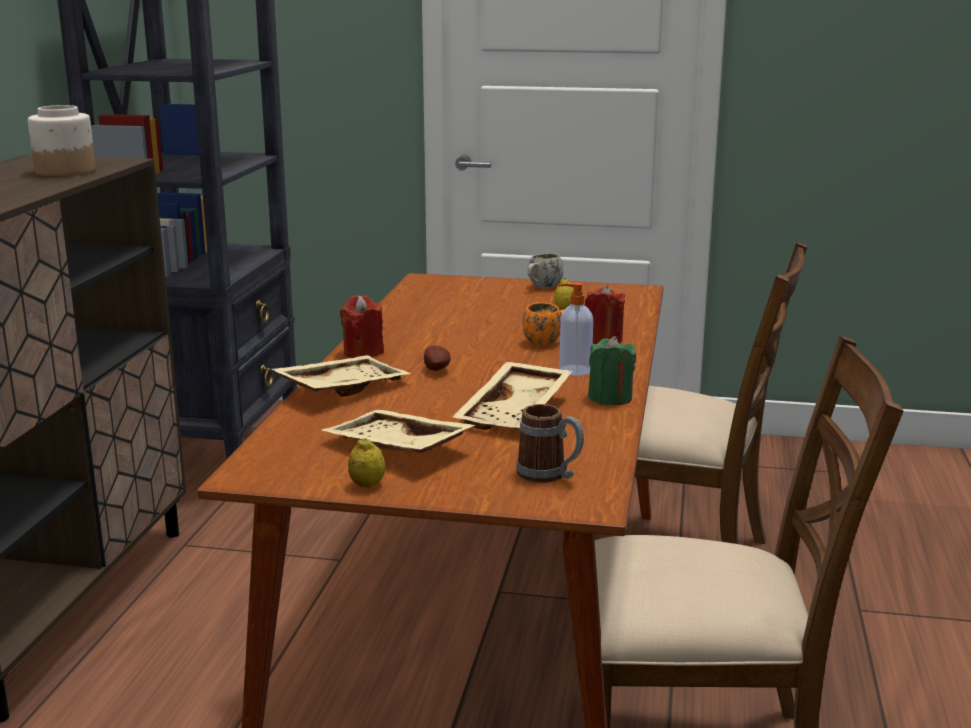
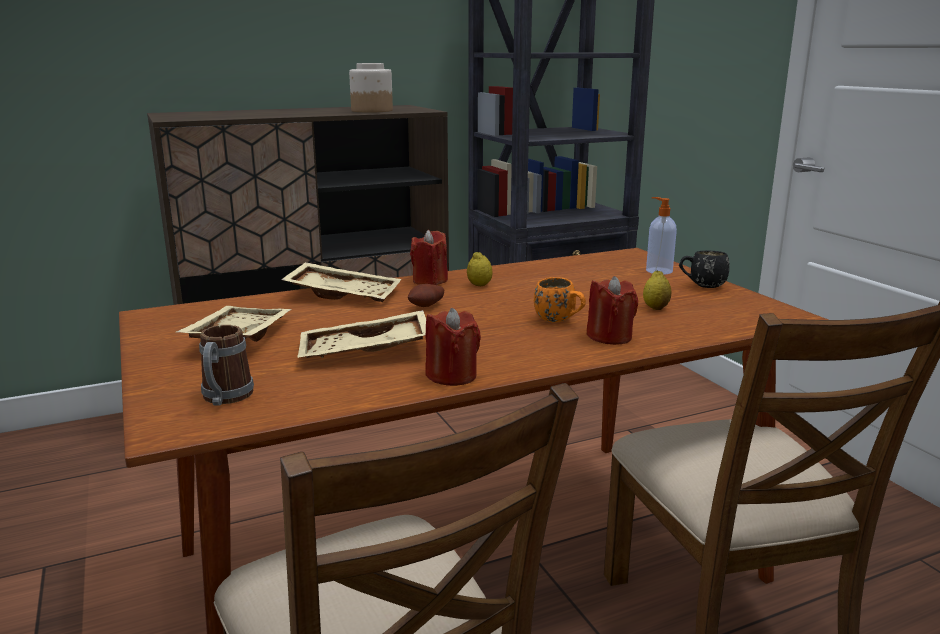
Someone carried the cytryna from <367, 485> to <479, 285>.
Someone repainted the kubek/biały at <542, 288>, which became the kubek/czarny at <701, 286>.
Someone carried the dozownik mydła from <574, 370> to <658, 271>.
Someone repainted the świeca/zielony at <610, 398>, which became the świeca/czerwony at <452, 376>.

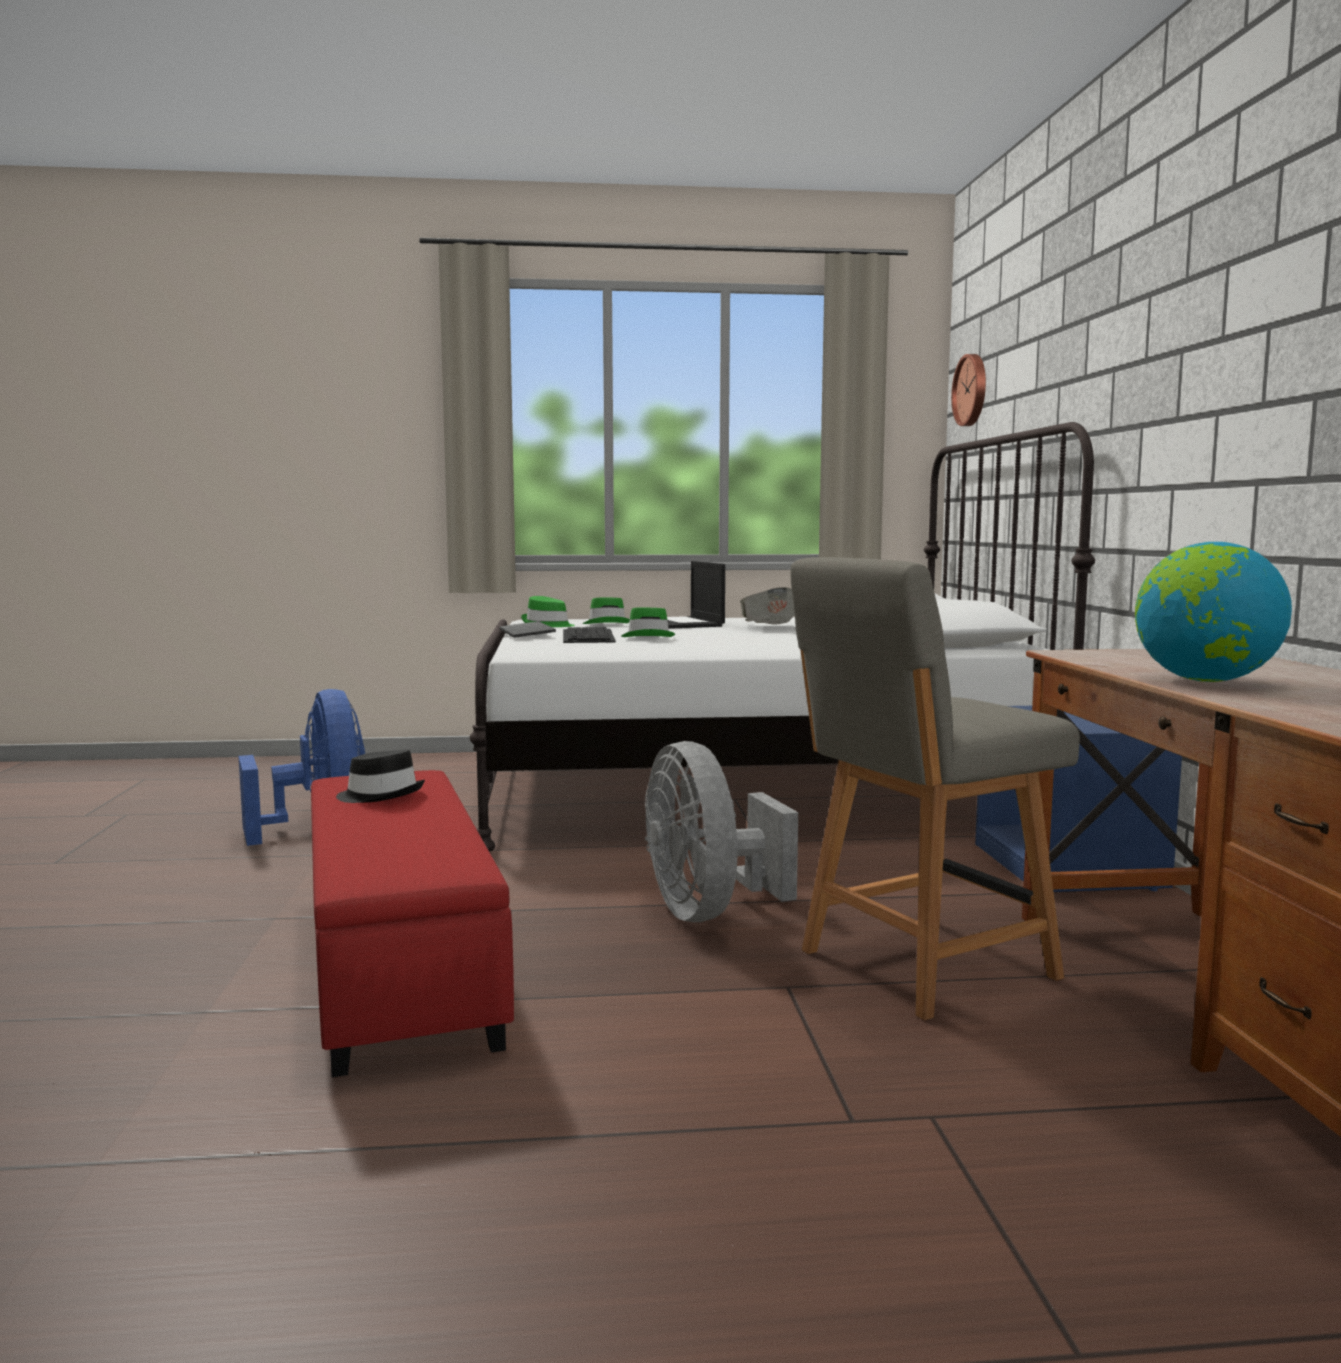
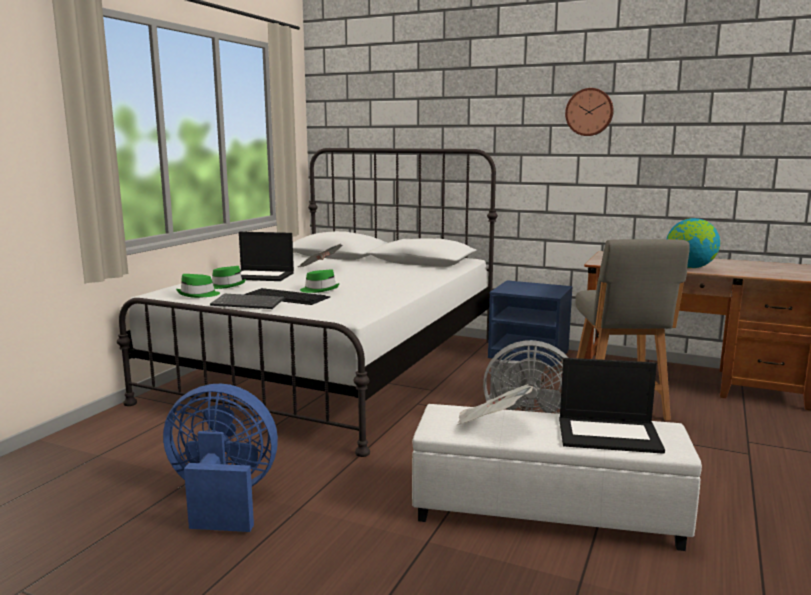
Someone repainted the pufa/czerwony at <402, 966>, which became the pufa/biały at <546, 511>.
Someone swapped the kapelusz/czarny at <381, 795> for the gazeta at <491, 424>.
Someone carried the zegar ścienny from <972, 390> to <589, 112>.
Someone put down the laptop at <609, 434>.

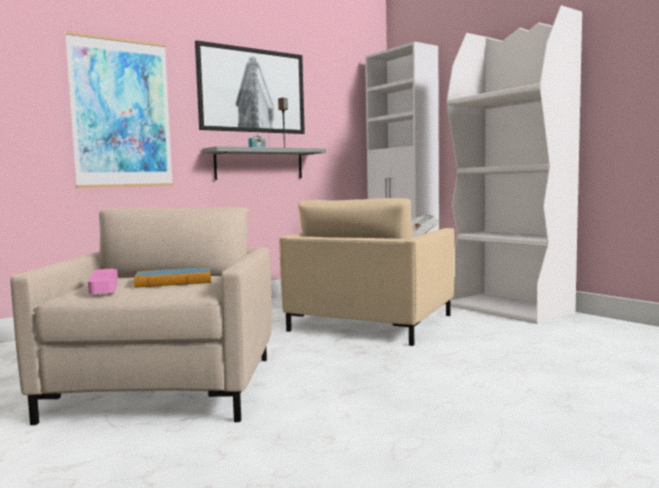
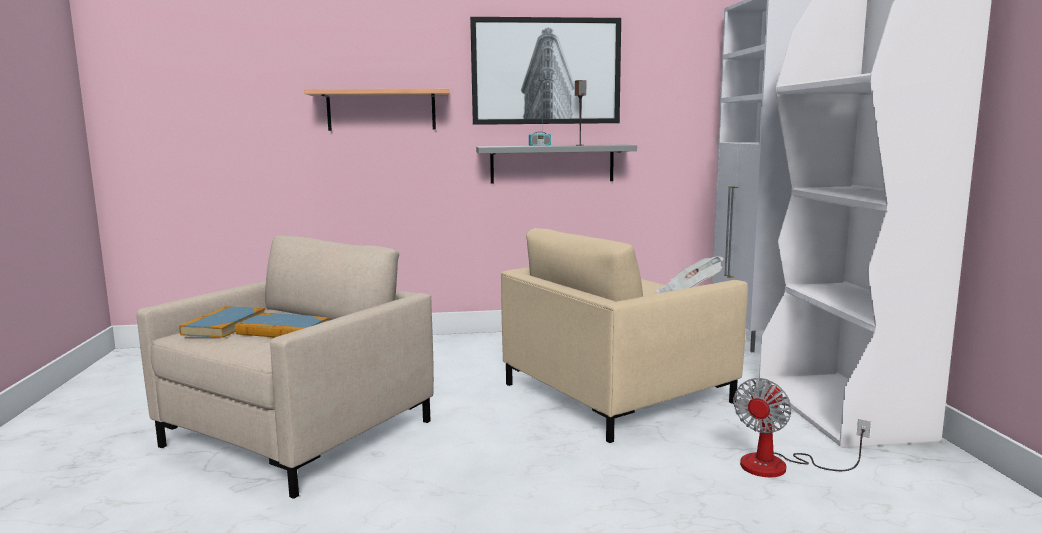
Someone swapped the obraz at <121, 113> for the półka at <381, 110>.
Someone swapped the taca/różowy at <104, 286> for the książka at <224, 325>.
Someone put down the wentylator at <780, 466>.

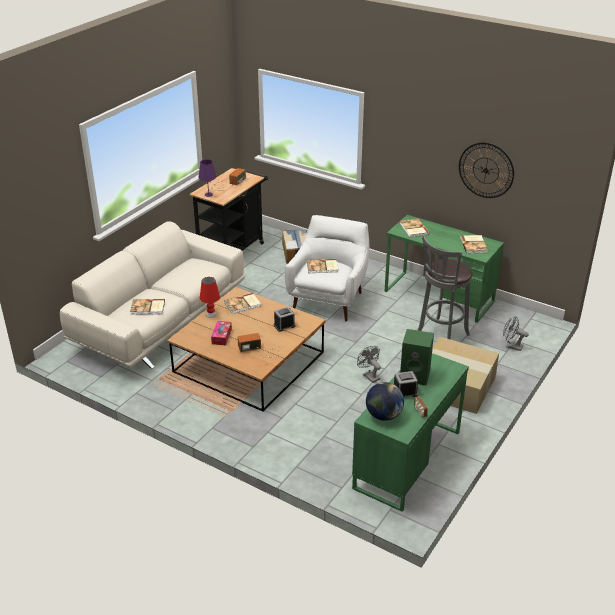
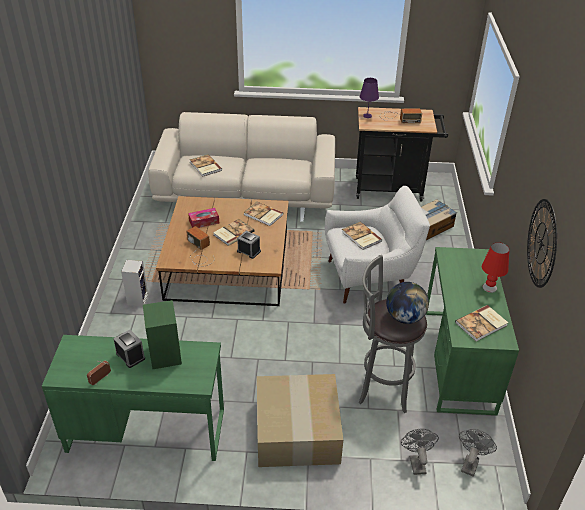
Someone carried the lampa stołowa/czerwony from <211, 314> to <489, 287>.
Someone carried the wentylator/szary from <369, 376> to <470, 463>.
Someone carried the globus from <383, 415> to <404, 317>.
Someone carried the książka from <413, 229> to <233, 233>.
Someone put down the głośnik at <137, 298>.

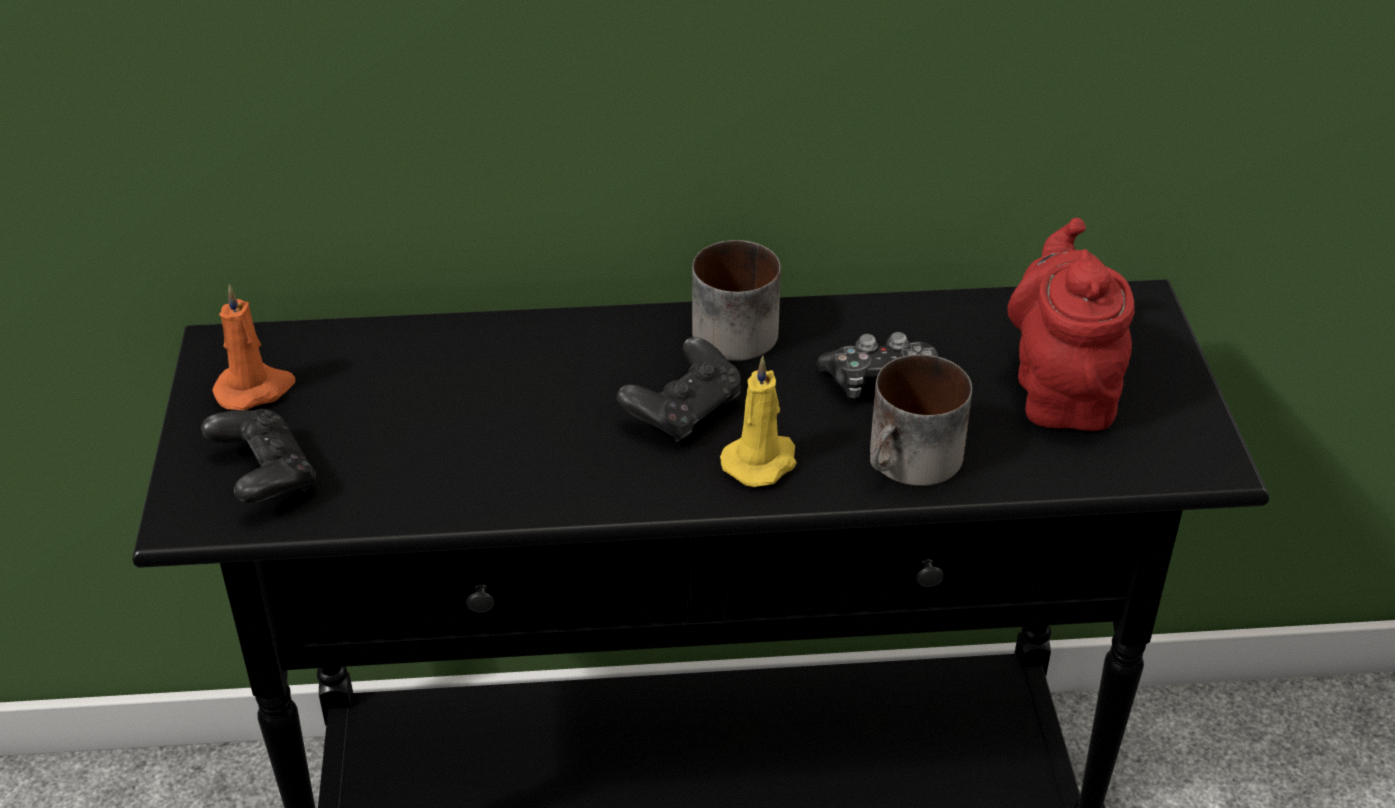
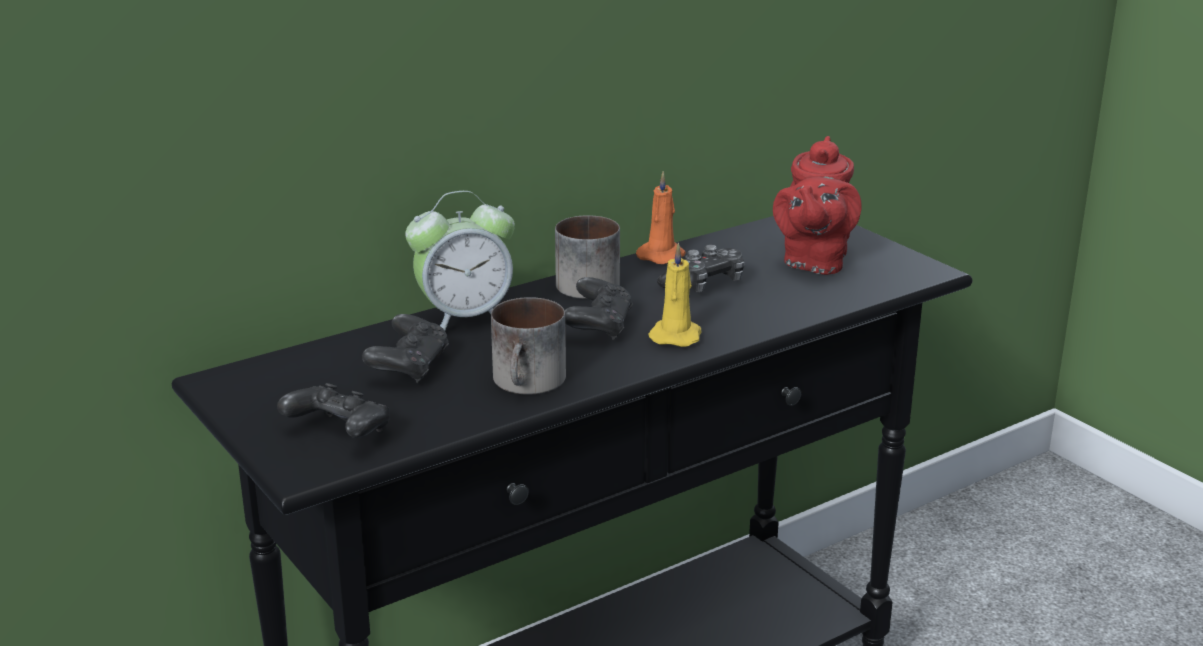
Someone carried the świeca/pomarańczowy from <255, 389> to <662, 255>.
Someone carried the kubek from <911, 463> to <530, 383>.
Someone rotated the imbryk/czerwony at <1062, 391> by 135 degrees counterclockwise.
Someone put down the pad do gier/czarny at <409, 367>.
Someone put down the budzik at <465, 319>.

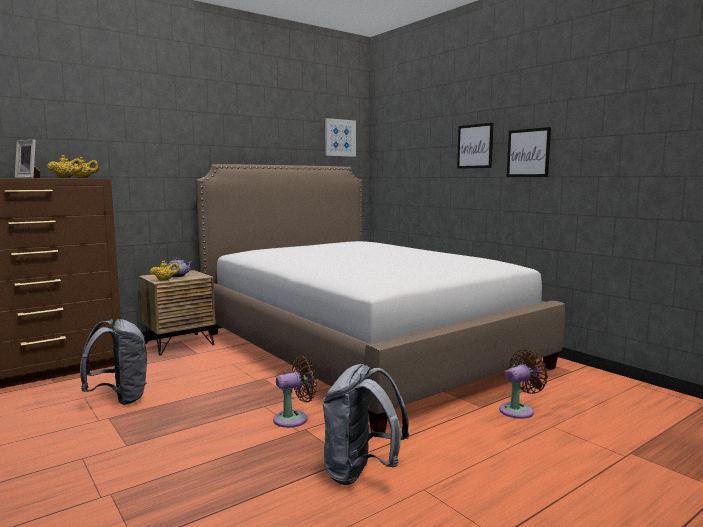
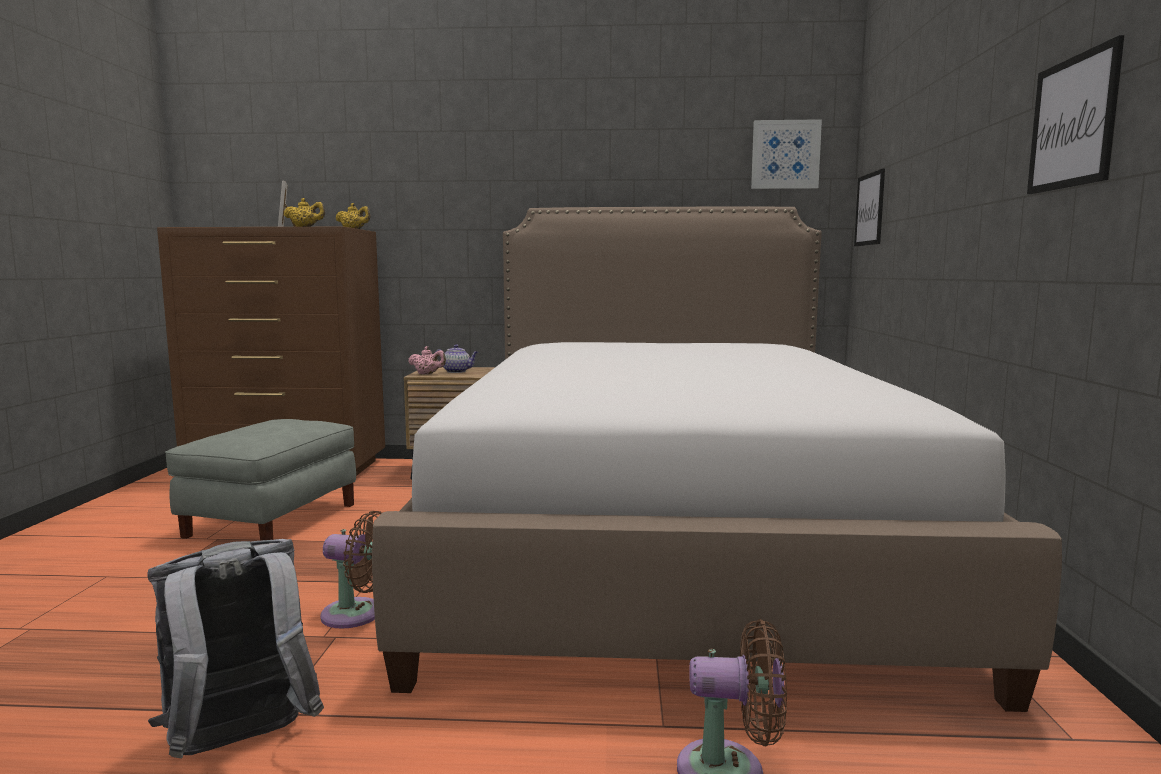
Someone swapped the plecak/szary at <120, 399> for the pufa/szary at <272, 520>.
Someone repainted the imbryk/żółty at <165, 280>, which became the imbryk/różowy at <427, 374>.
Someone carried the obraz from <475, 146> to <870, 209>.

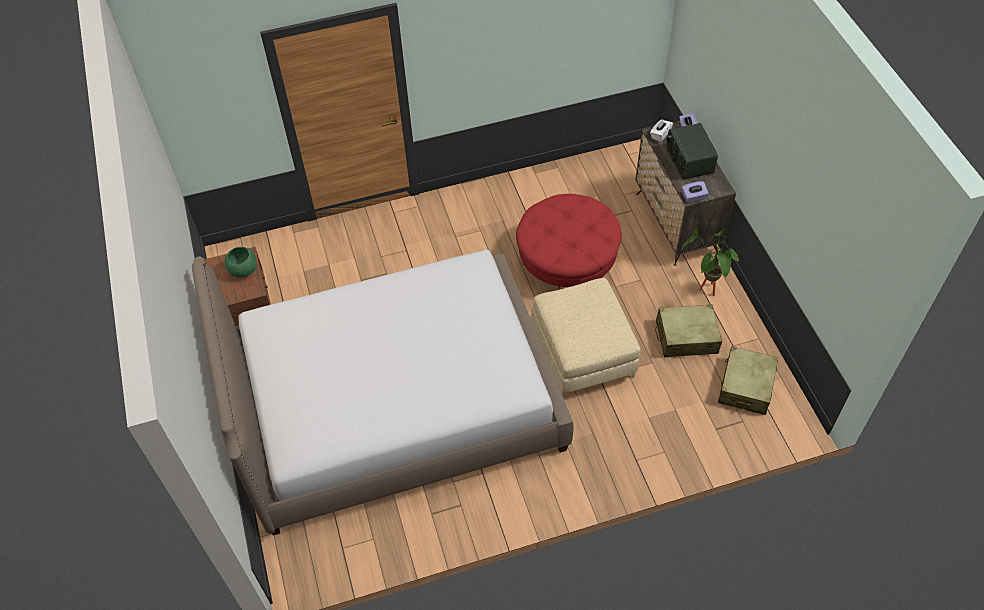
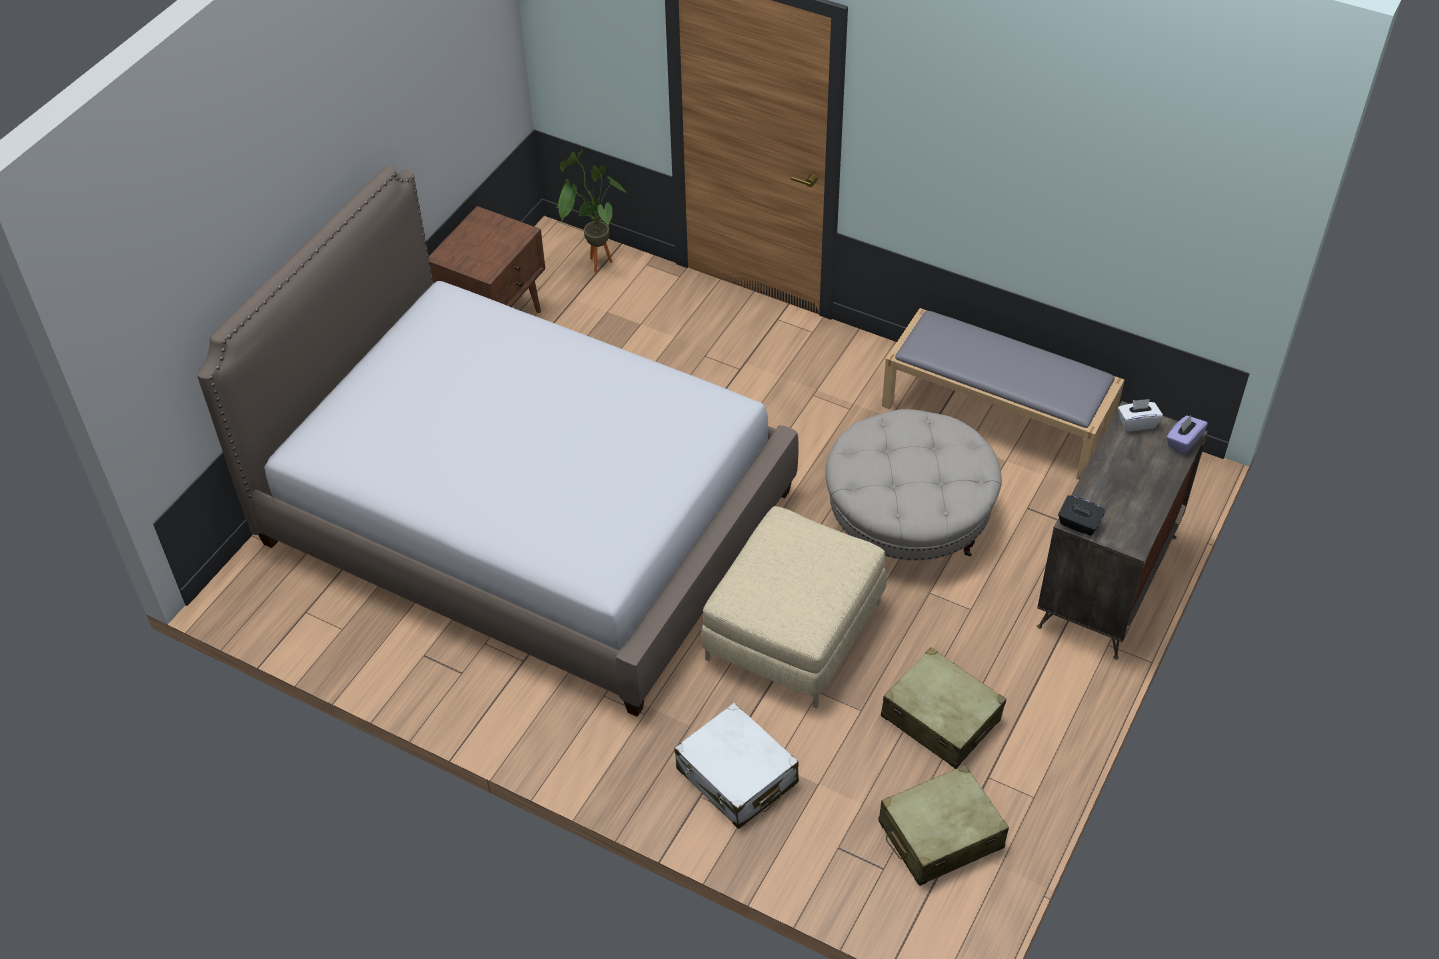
Someone took away the miska/zielony at <244, 270>.
Someone repainted the pufa/czerwony at <567, 260>, which became the pufa/beżowy at <908, 518>.
Someone took away the radio at <688, 161>.
Someone repainted the pudełko chusteczek/fioletowy at <693, 197>, which became the pudełko chusteczek/czarny at <1079, 524>.
Someone carried the roślina doniczkowa from <705, 292> to <593, 264>.
Someone put down the walizka/biały at <737, 776>.
Someone put down the ławka/szary at <998, 416>.

